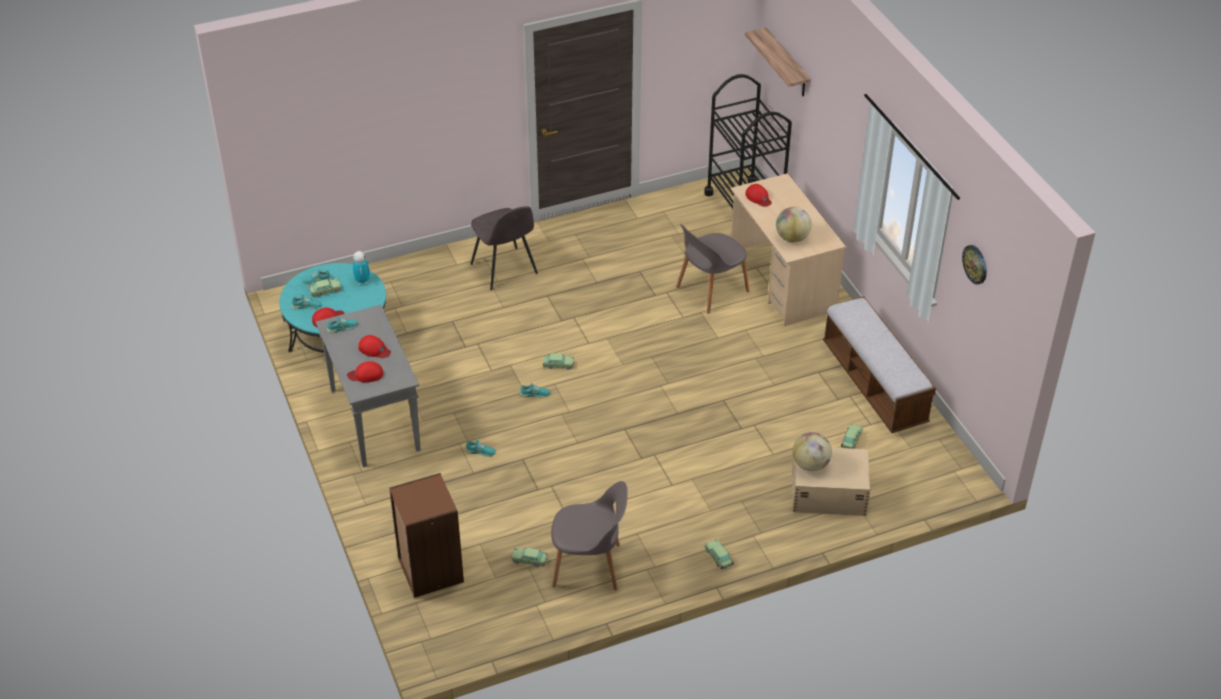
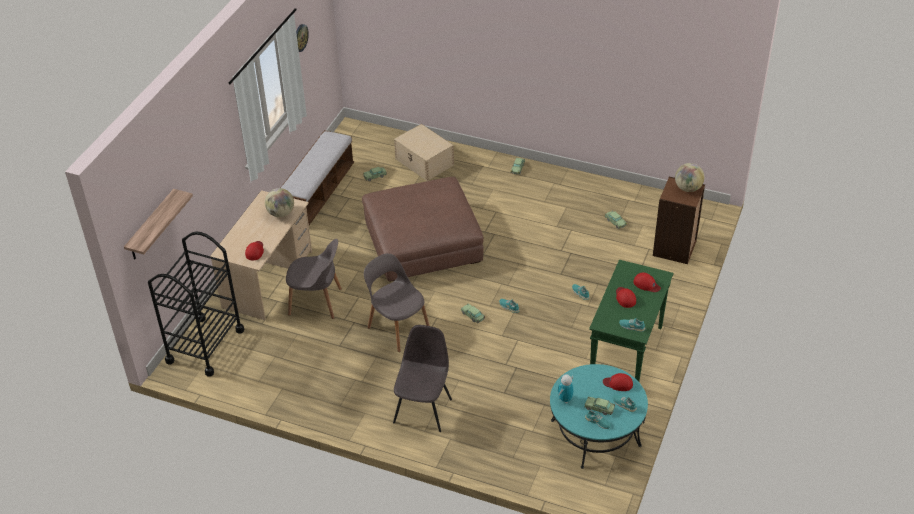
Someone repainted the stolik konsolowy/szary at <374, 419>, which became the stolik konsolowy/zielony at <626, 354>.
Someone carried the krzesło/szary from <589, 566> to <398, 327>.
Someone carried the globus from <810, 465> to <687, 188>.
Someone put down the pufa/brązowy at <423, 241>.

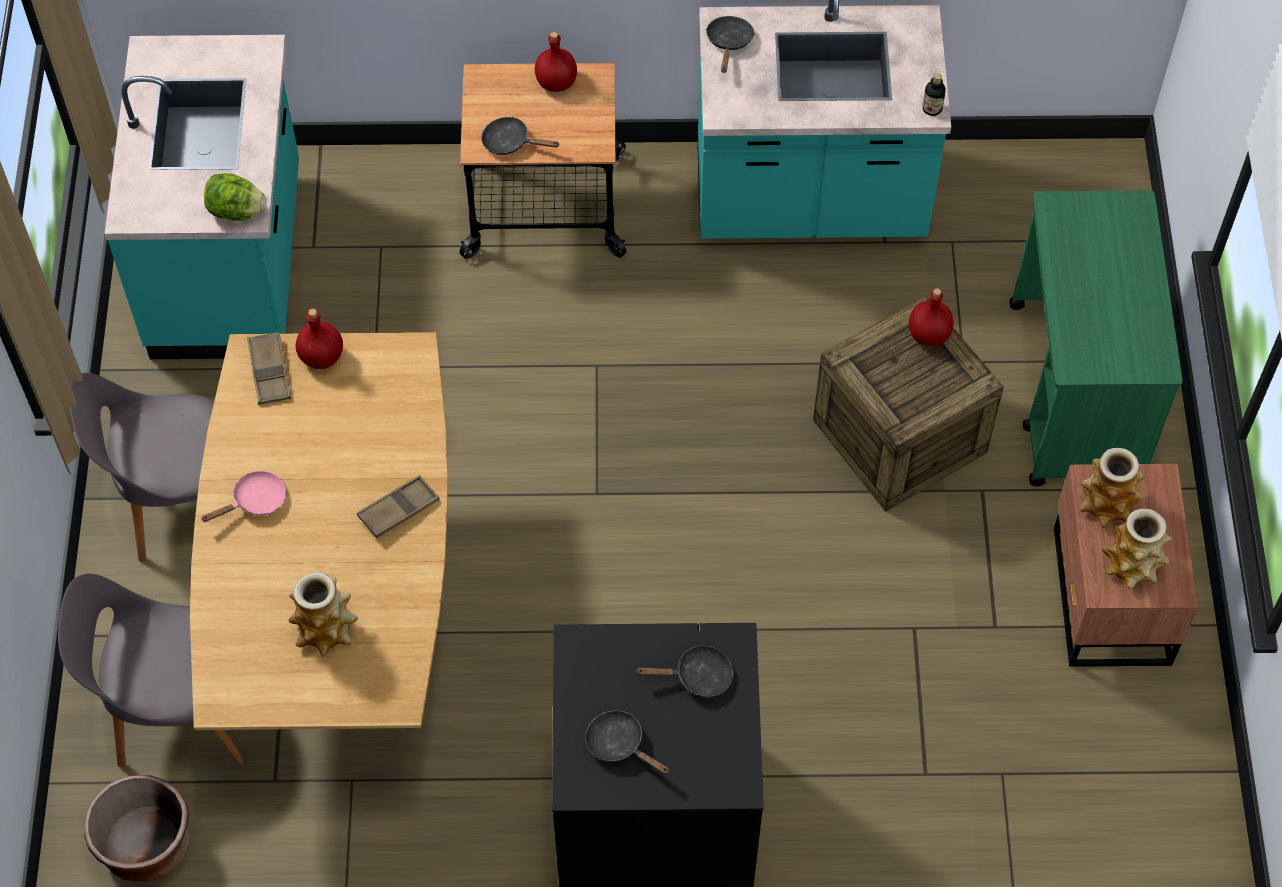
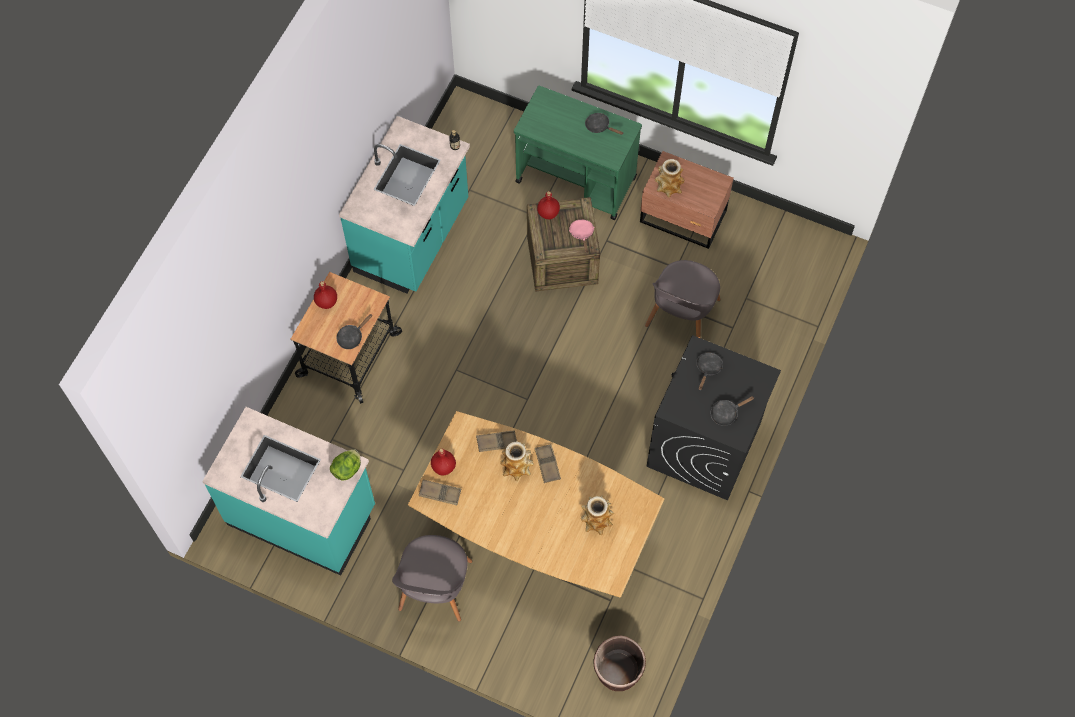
Someone carried the krzesło/szary from <177, 709> to <681, 315>.
Someone carried the patelnia/różowy from <255, 501> to <582, 234>.
Someone carried the patelnia/czarny from <729, 43> to <599, 126>.
Someone carried the wazon from <1132, 565> to <517, 467>.
Someone put down the taca/brązowy at <497, 442>.

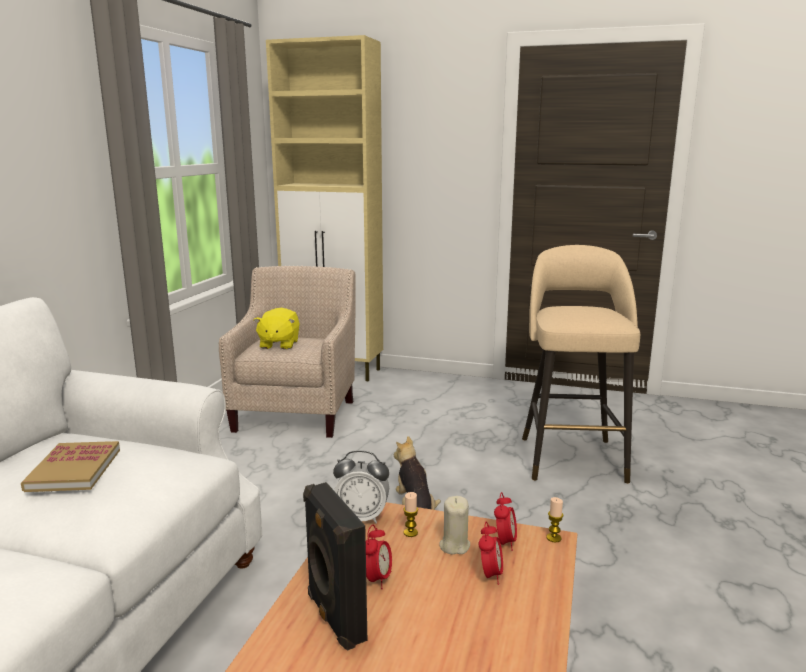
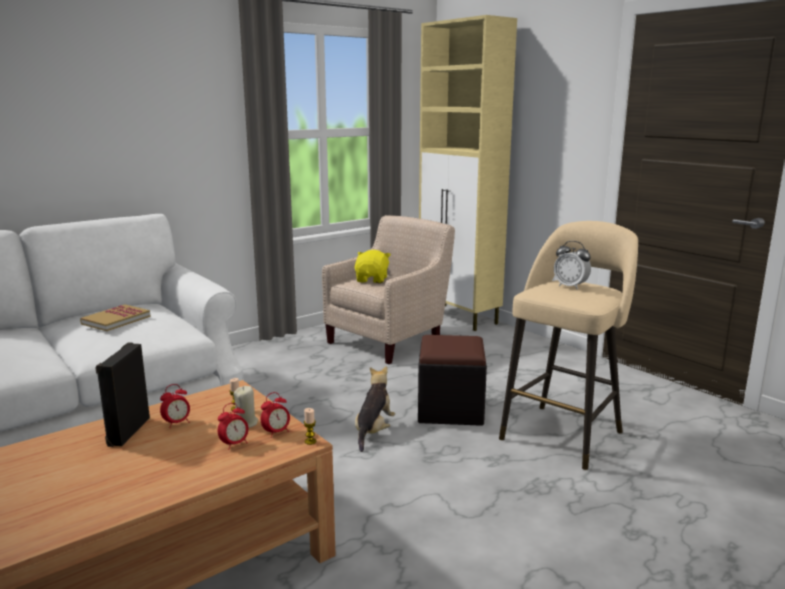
Someone rotated the pluszak/żółty at <278, 344> by 150 degrees clockwise.
Someone carried the budzik from <362, 517> to <570, 286>.
Someone put down the pufa/czarny at <450, 409>.

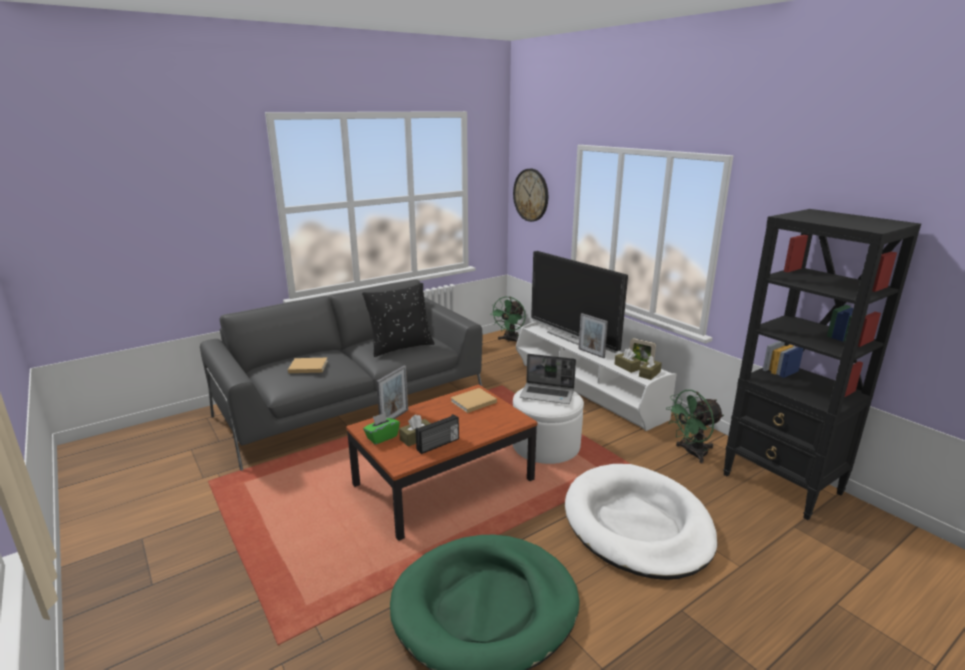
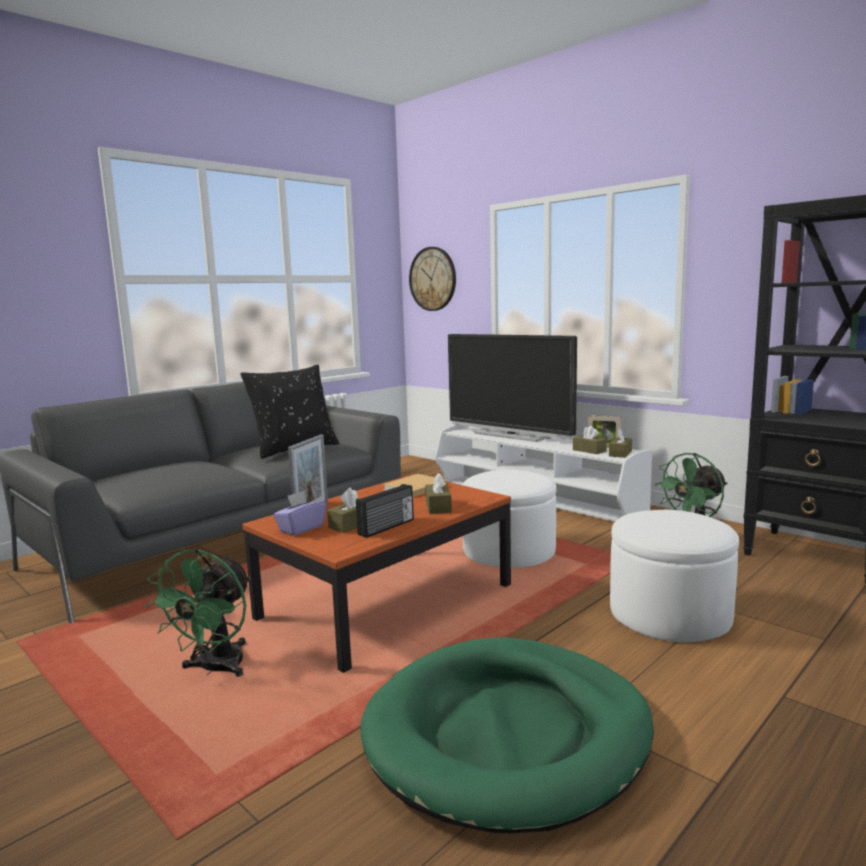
Someone took away the książka/beżowy at <307, 367>.
Someone repainted the pudełko chusteczek/zielony at <382, 437>, which became the pudełko chusteczek/fioletowy at <301, 528>.
Someone carried the wentylator/zielony from <509, 340> to <215, 669>.
Someone took away the laptop at <548, 394>.
Someone swapped the legowisko/biały at <637, 524> for the pufa/biały at <669, 613>.
Someone took away the ramka na zdjęcie at <591, 353>.
Someone put down the pudełko chusteczek/brązowy at <438, 507>.

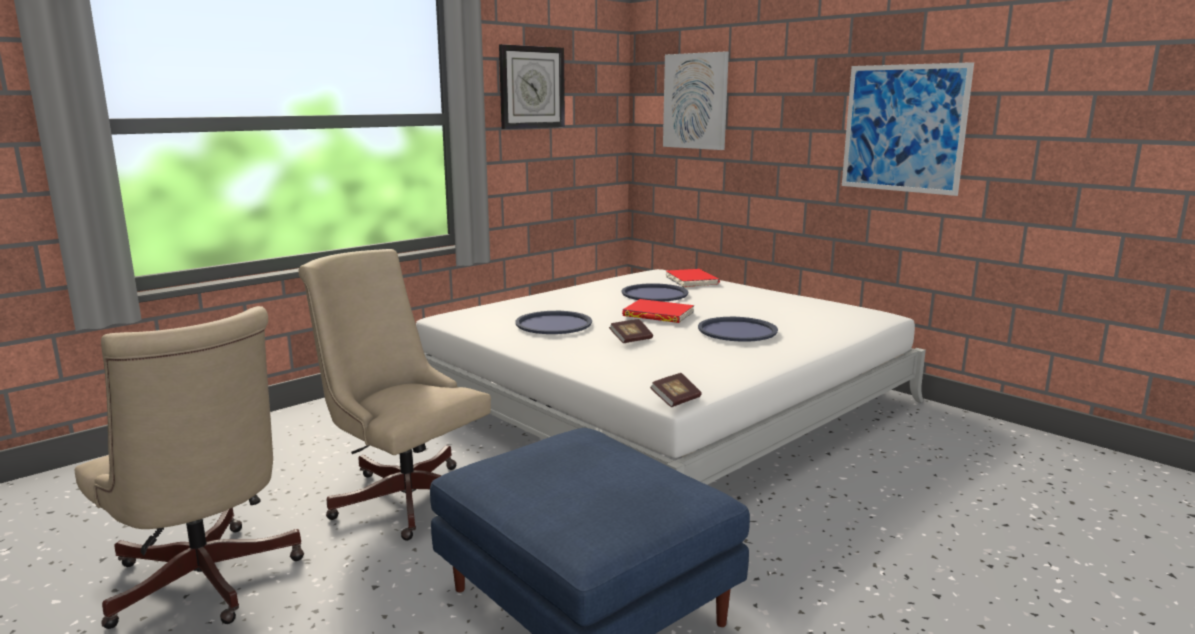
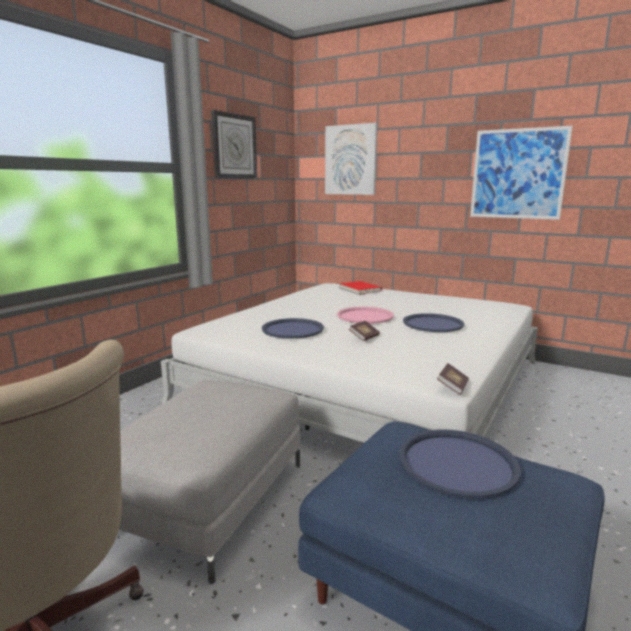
Someone swapped the krzesło biurowe/beżowy at <403, 495> for the pufa/szary at <209, 499>.
Someone carried the taca/niebieski from <654, 294> to <457, 463>.
Someone swapped the książka/czerwony at <658, 315> for the taca/różowy at <365, 316>.

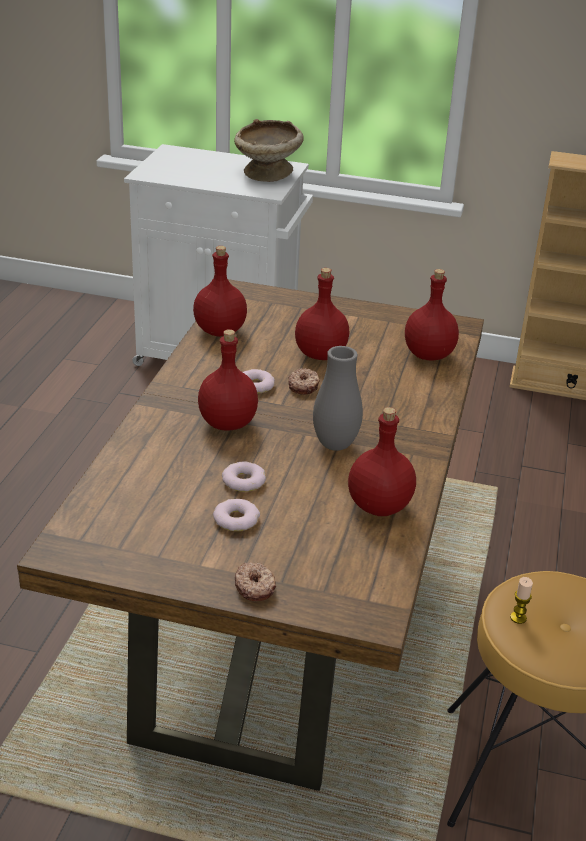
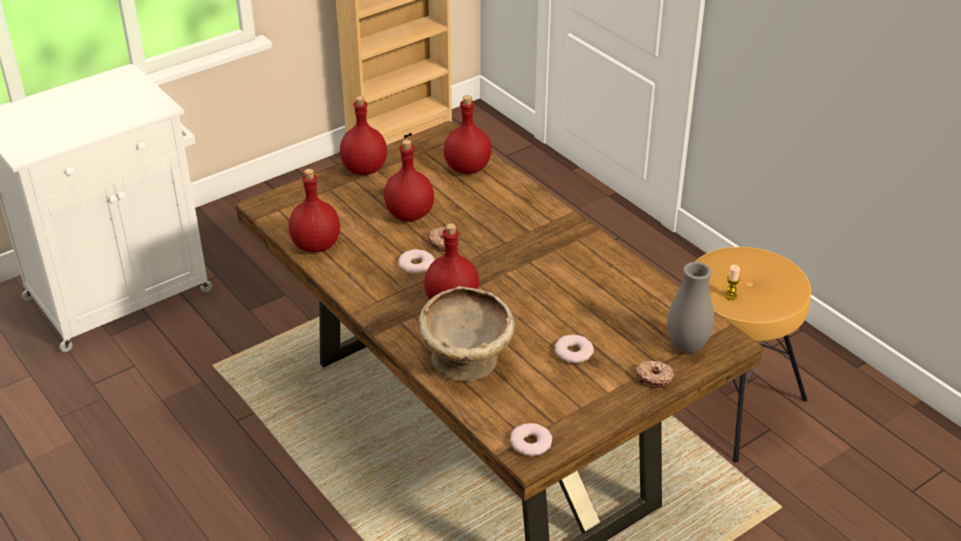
Someone carried the donut from <243, 481> to <530, 443>.
Someone carried the miska/beżowy from <268, 175> to <467, 362>.
Someone carried the wazon/szary from <335, 445> to <687, 346>.
Someone carried the butelka/czerwony from <378, 506> to <364, 169>.

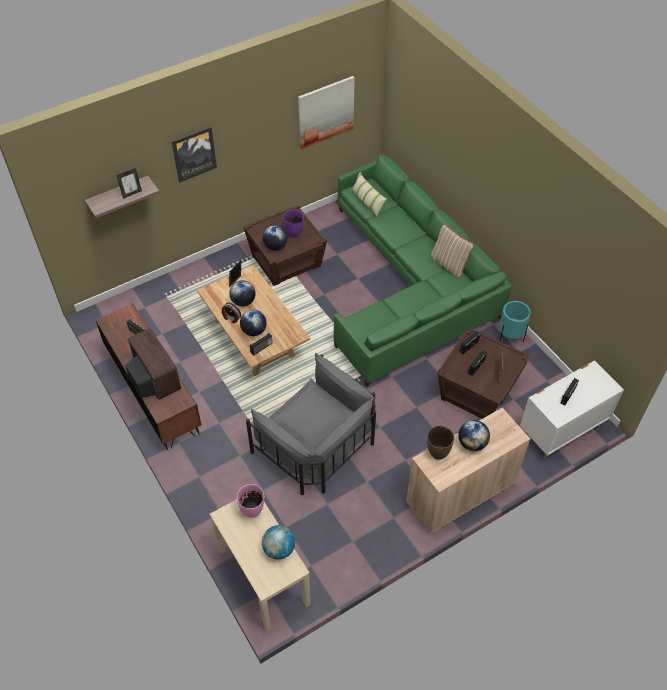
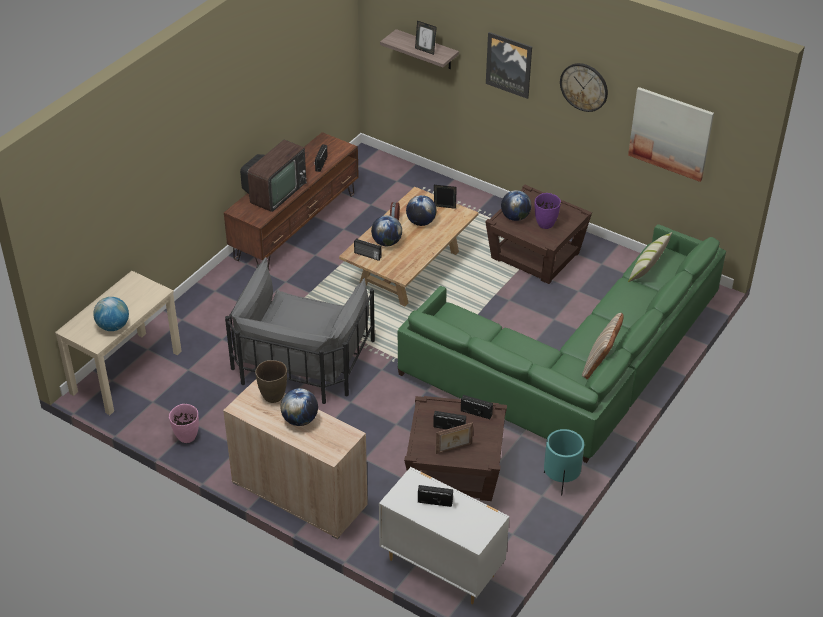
Someone carried the wazon/różowy from <252, 510> to <187, 437>.
Someone put up the zegar ścienny at <584, 87>.

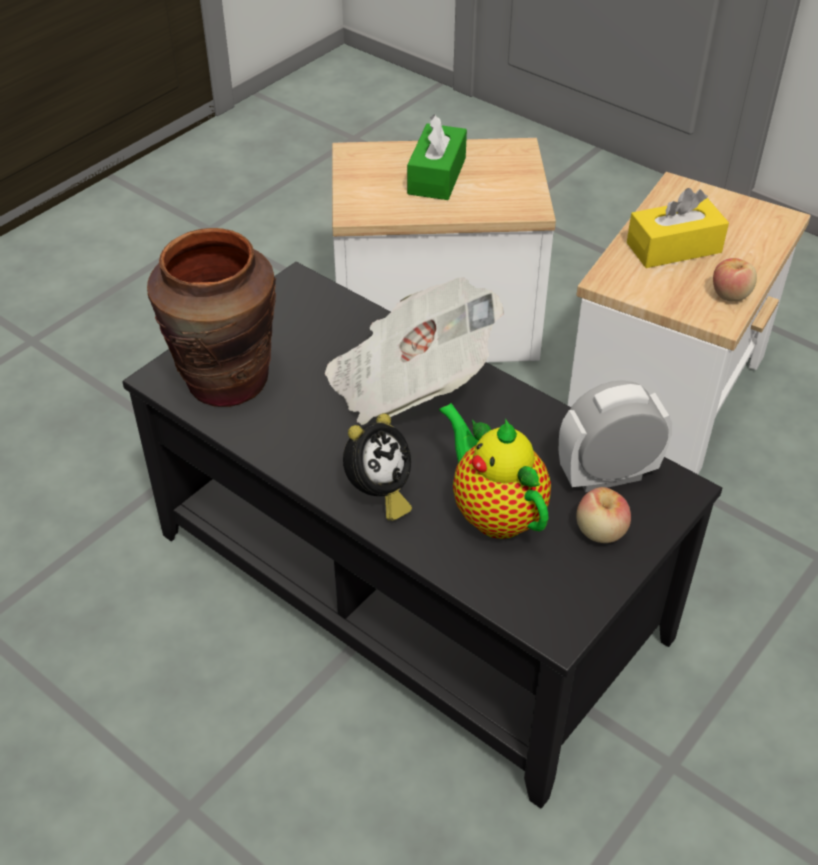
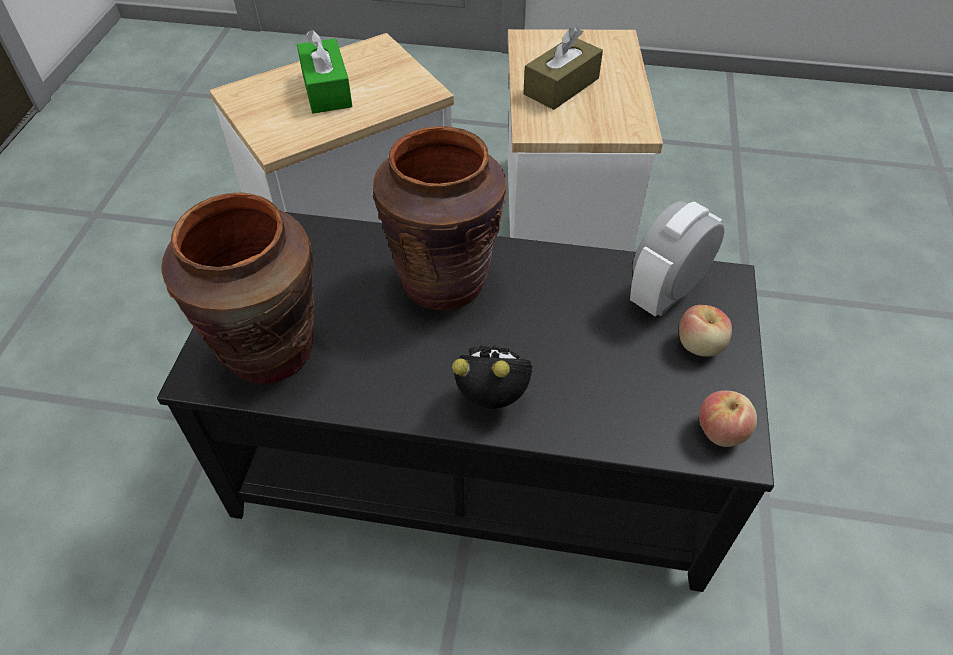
Someone swapped the gazeta at <409, 383> for the wazon/brązowy at <444, 281>.
Someone rotated the budzik at <378, 494> by 90 degrees counterclockwise.
Someone took away the imbryk at <494, 511>.
Someone repainted the pudełko chusteczek/żółty at <673, 248>, which became the pudełko chusteczek/brązowy at <561, 86>.
Someone carried the jabłko from <730, 294> to <720, 431>.

